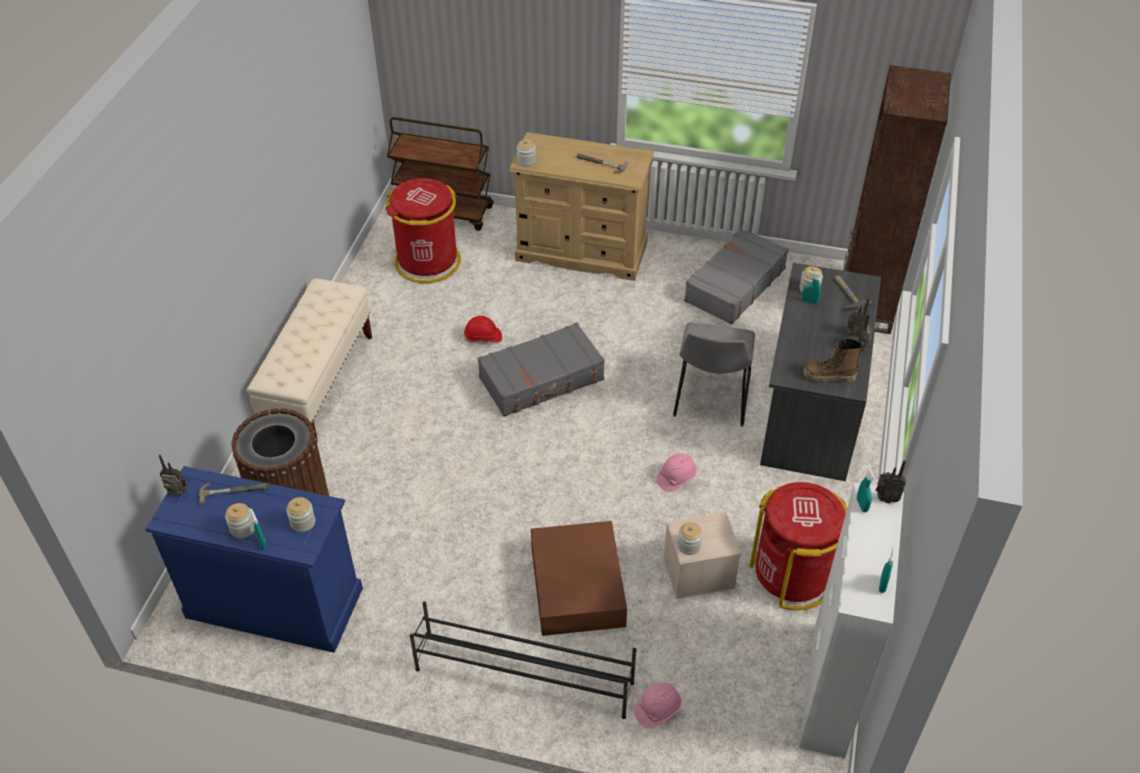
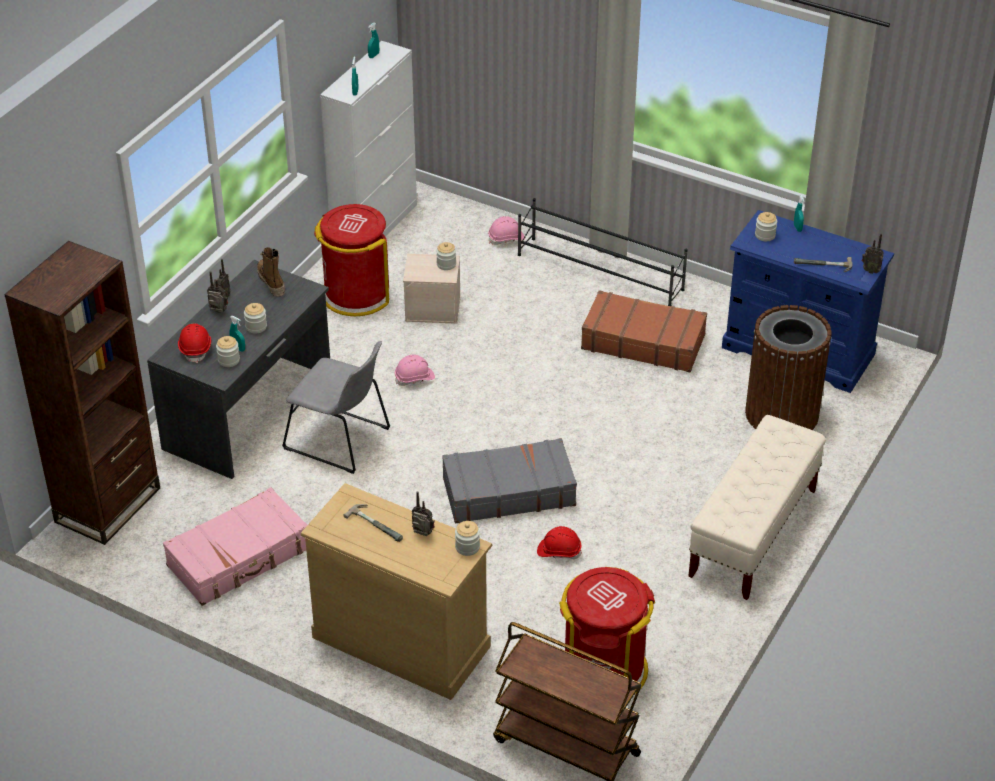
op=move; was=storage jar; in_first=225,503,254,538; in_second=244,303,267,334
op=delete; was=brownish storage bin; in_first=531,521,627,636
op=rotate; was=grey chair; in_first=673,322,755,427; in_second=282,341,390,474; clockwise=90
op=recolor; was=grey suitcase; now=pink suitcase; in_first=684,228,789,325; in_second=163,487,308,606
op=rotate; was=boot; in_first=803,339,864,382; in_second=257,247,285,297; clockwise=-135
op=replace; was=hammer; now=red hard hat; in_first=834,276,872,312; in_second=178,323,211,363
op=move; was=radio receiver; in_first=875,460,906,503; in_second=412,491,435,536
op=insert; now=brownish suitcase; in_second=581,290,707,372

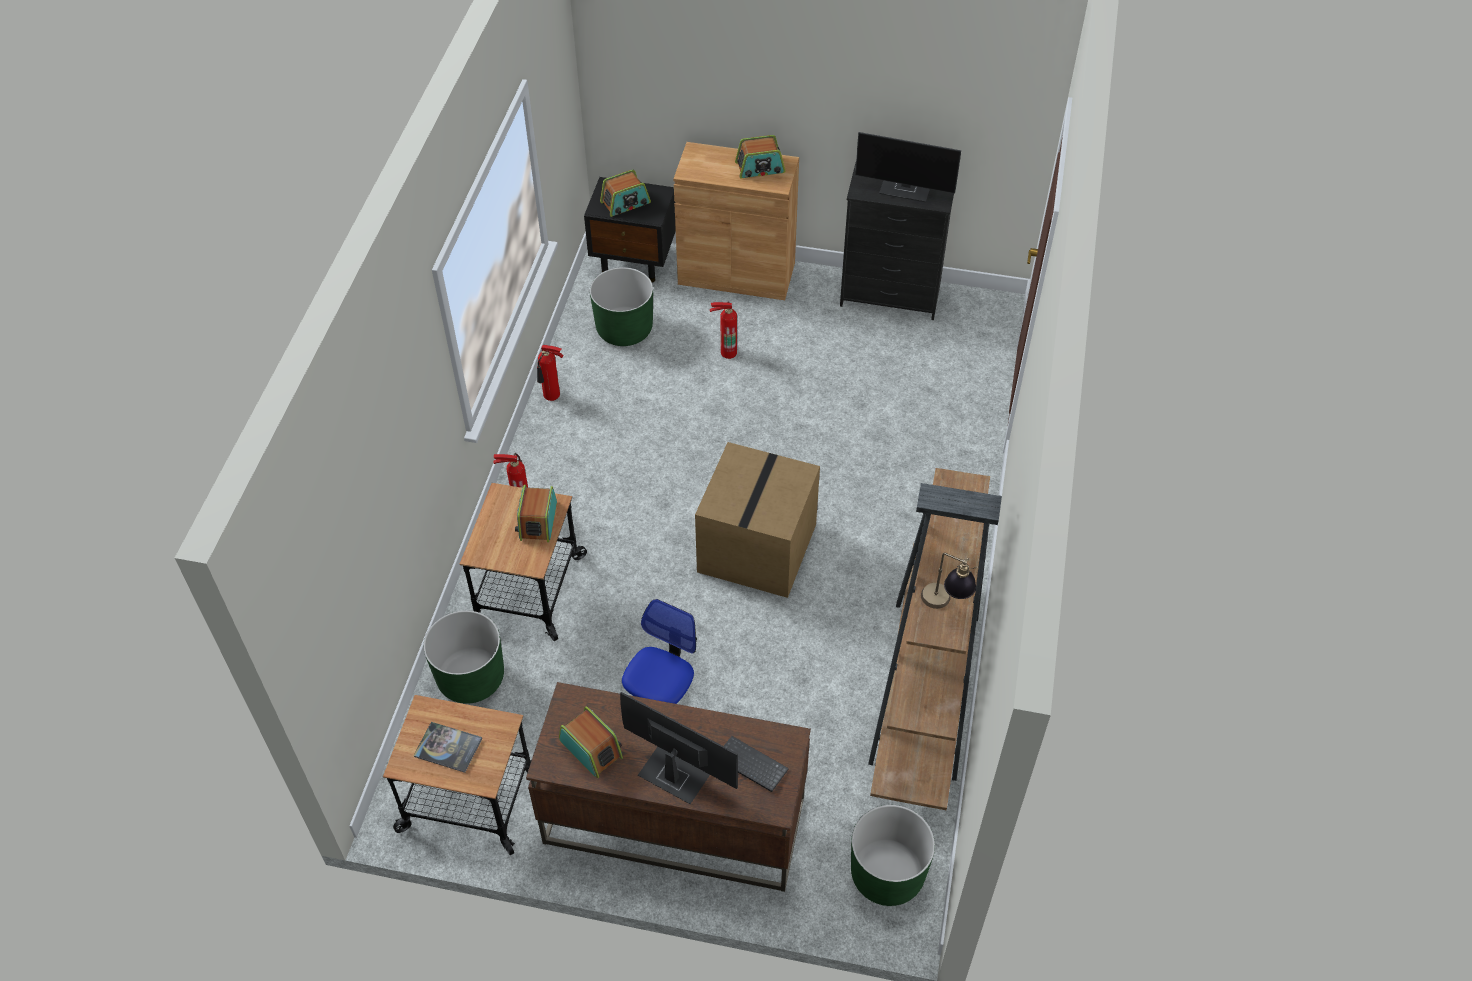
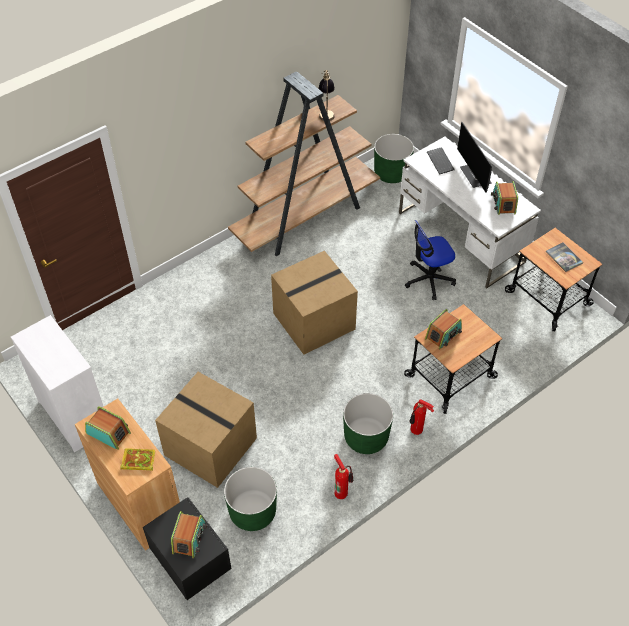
op=move; was=green plant pot; in_first=424,610,504,704; in_second=343,393,393,454
op=recolor; was=brownish desk; now=whitish desk; in_first=526,682,811,892; in_second=399,136,541,288
op=rotate; was=radio receiver; in_first=600,170,651,217; in_second=171,511,207,559; clockwise=90
op=replace; was=extinguisher; now=cardboard box; in_first=710,301,737,359; in_second=155,372,257,488
op=recolor; was=black-coloured drawer chest; now=whitish drawer chest; in_first=840,163,954,320; in_second=11,315,104,452
op=delete; was=computer display; in_first=855,132,961,202
op=insert; now=volume; in_second=121,448,155,471

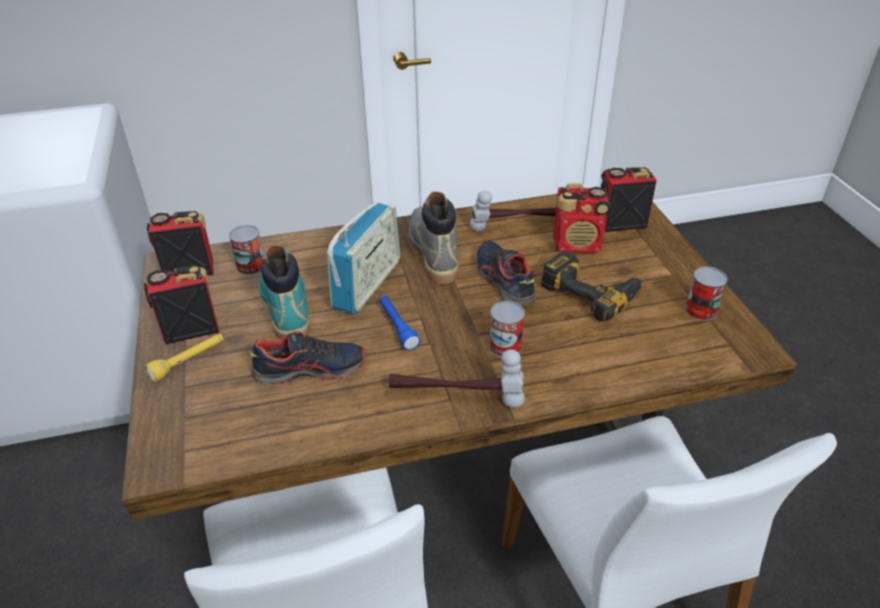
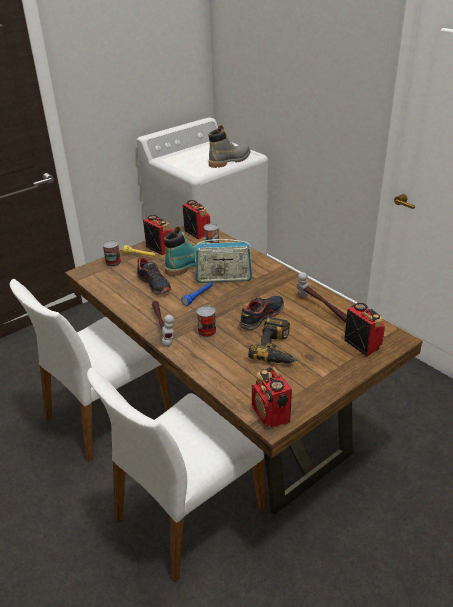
op=move; was=grey boot; in_first=409,191,458,284; in_second=209,125,250,168
op=move; was=radio receiver; in_first=553,183,611,253; in_second=252,366,292,428
op=move; was=metal can; in_first=685,267,727,321; in_second=103,240,121,267

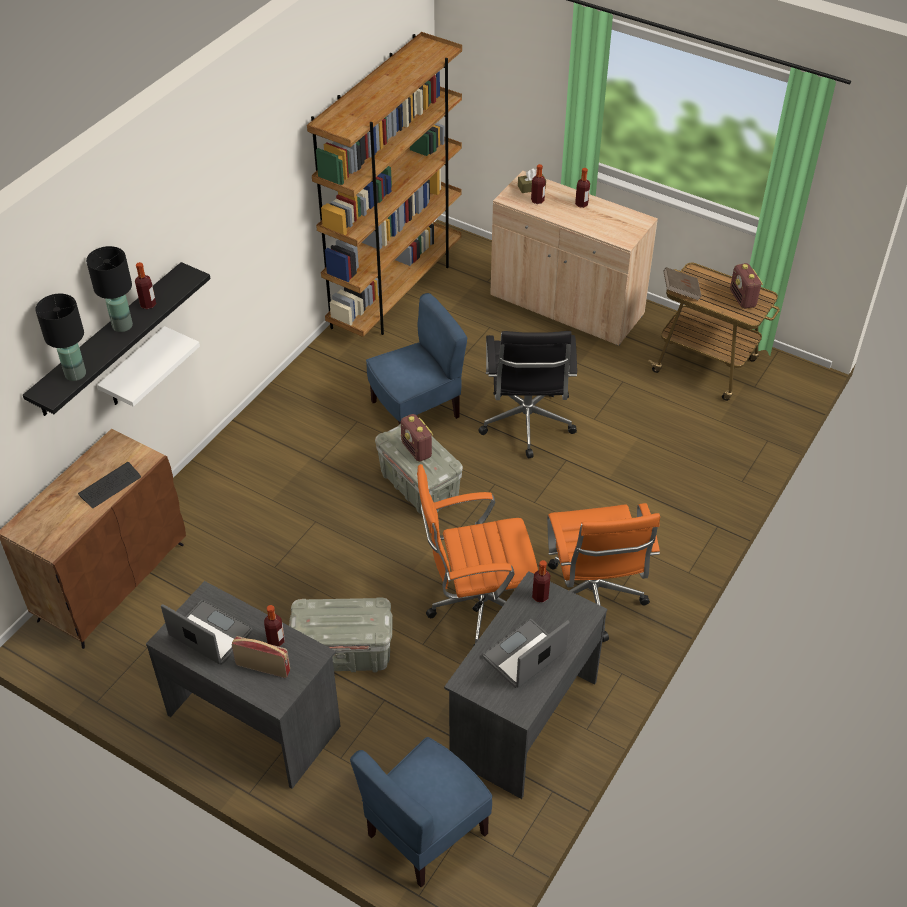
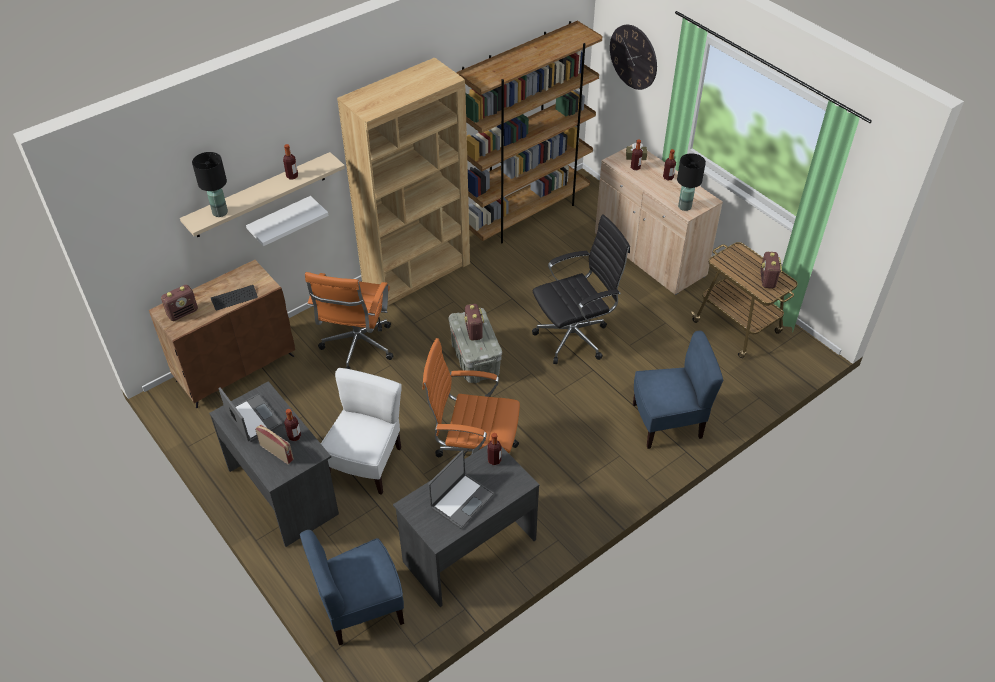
op=recolor; was=black-coloured bracket shelf; now=beige-coloured bracket shelf; in_first=23,262,211,416; in_second=180,152,345,237
op=move; was=black-coloured lamp for a table; in_first=86,246,133,332; in_second=677,153,706,211
op=replace; was=grey storage bin; now=whitish chair; in_first=289,597,393,672; in_second=321,368,402,495
op=move; was=blue-coloured chair; in_first=366,293,467,425; in_second=633,331,723,449
op=rotate; was=black-coloured office chair; in_first=478,331,577,458; in_second=532,214,630,364; clockwise=-135
op=rotate; was=laptop; in_first=482,619,570,688; in_second=428,450,494,529; clockwise=150
op=move; was=orangey office chair; in_first=547,503,660,642; in_second=305,272,393,369
op=delete; was=brownish volume; in_first=663,267,702,301
op=insert; now=radio receiver; in_second=161,285,198,321
op=insert; now=brownish shelving unit; in_second=337,57,470,306
op=insert; now=hanging clock; in_second=610,25,657,90

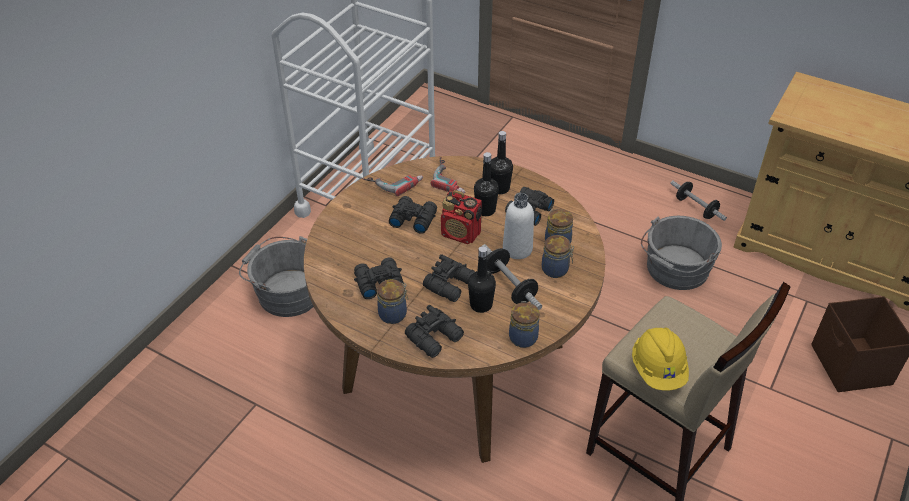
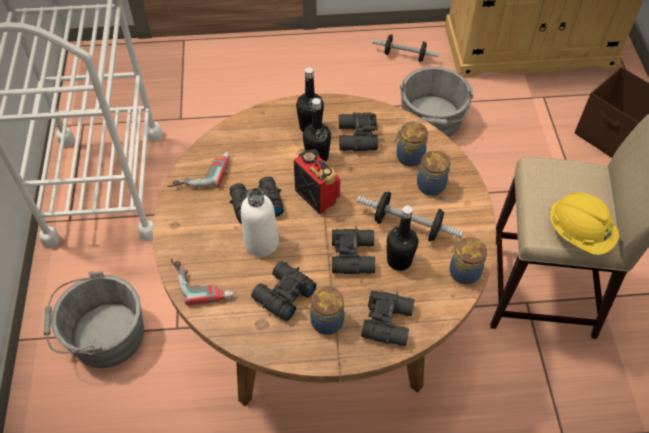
op=move; was=power drill; in_first=430,157,465,193; in_second=171,258,235,306
op=rotate; was=radio receiver; in_first=441,190,482,244; in_second=294,149,340,214; clockwise=-120
op=move; was=whitish beverage bottle; in_first=503,193,534,259; in_second=241,188,279,257

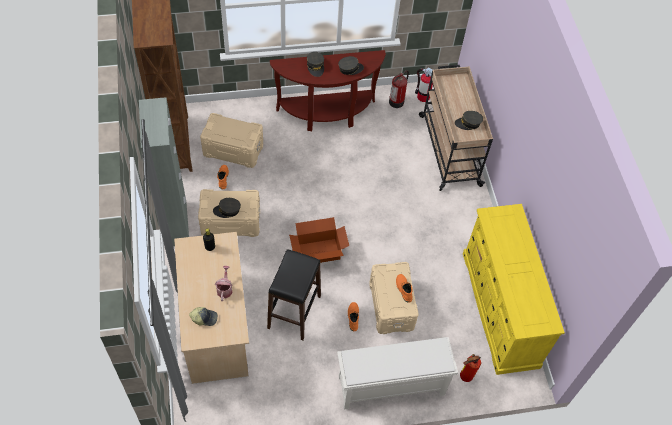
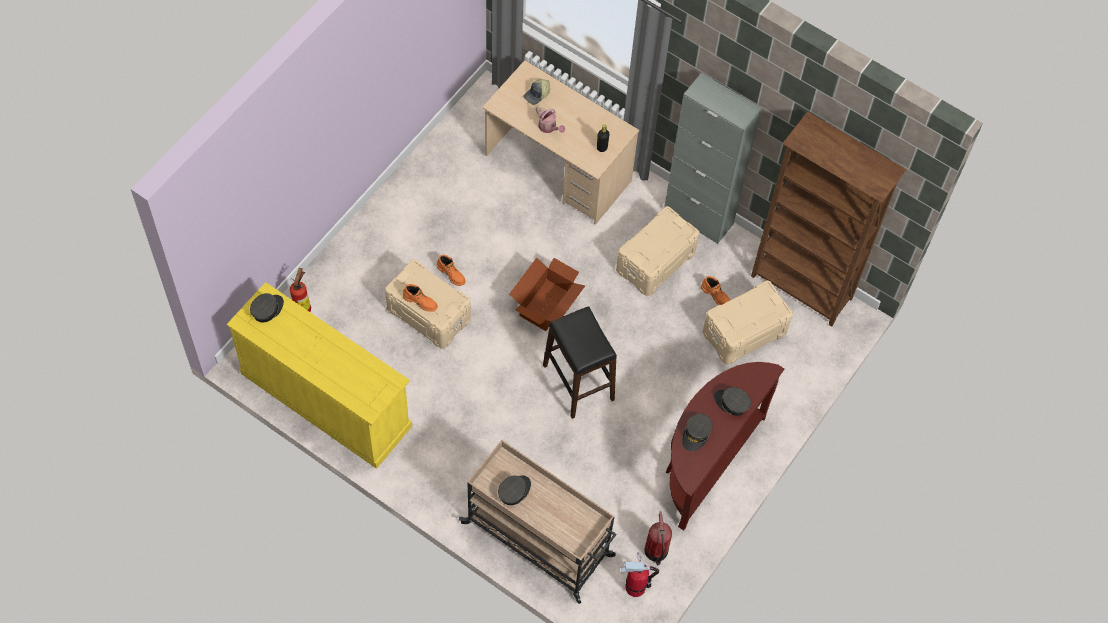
op=move; was=grey peaked cap; in_first=213,198,241,218; in_second=250,293,284,322
op=move; was=black-coloured stool; in_first=267,249,321,340; in_second=543,306,617,419
op=delete; was=whitish shoe shelf; in_first=337,337,458,409

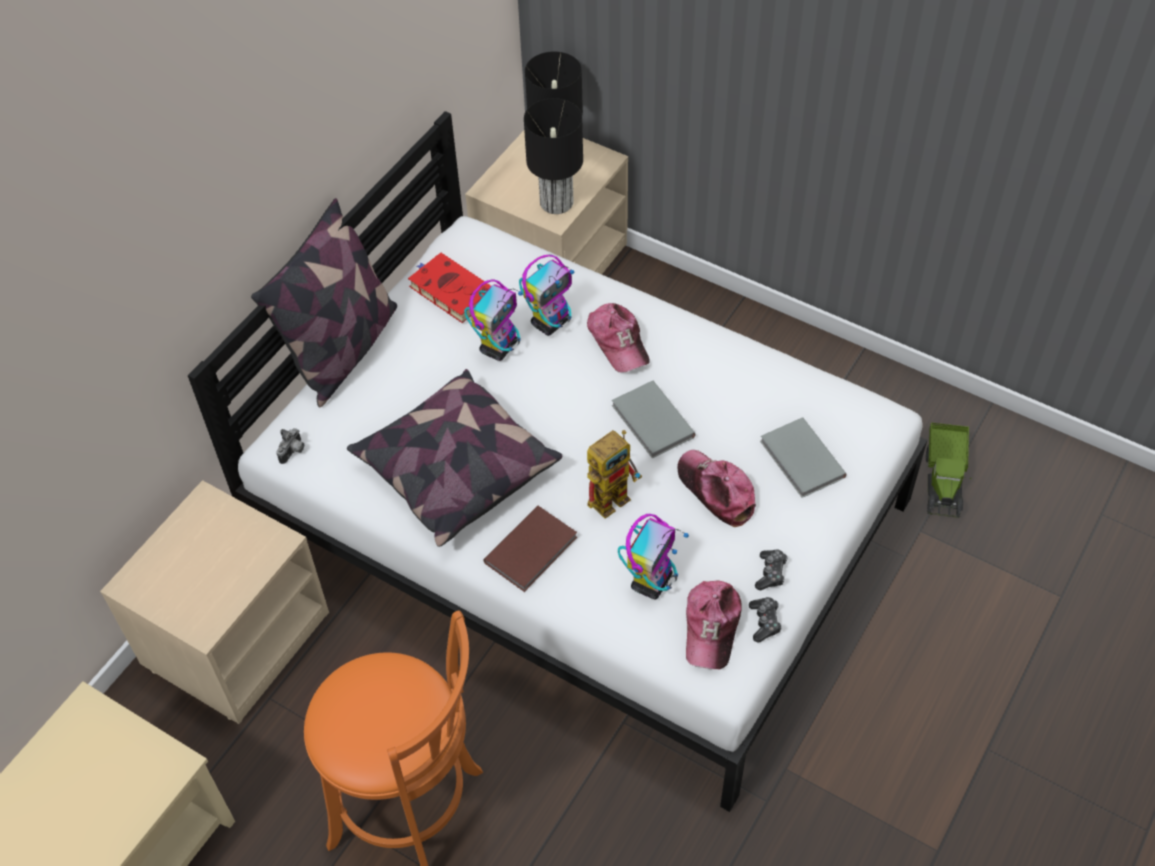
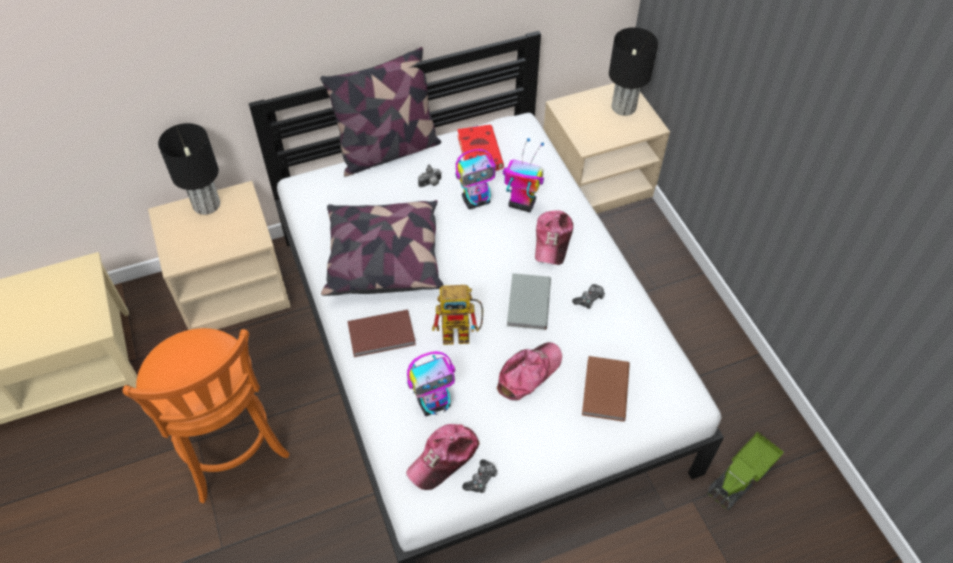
op=move; was=still camera; in_first=276,428,304,464; in_second=418,164,442,187
op=rotate; was=robot figure; in_first=519,255,574,336; in_second=503,138,544,212; clockwise=-150
op=move; was=black-coloured lamp for a table; in_first=524,98,583,214; in_second=158,123,220,215
op=rotate; was=peaked cap; in_first=677,450,756,527; in_second=497,342,562,400; clockwise=45
op=move; was=game controller; in_first=755,550,788,590; in_second=572,284,605,309
op=recolor; was=grey volume; now=brownish volume; in_first=760,417,847,498; in_second=582,356,630,421

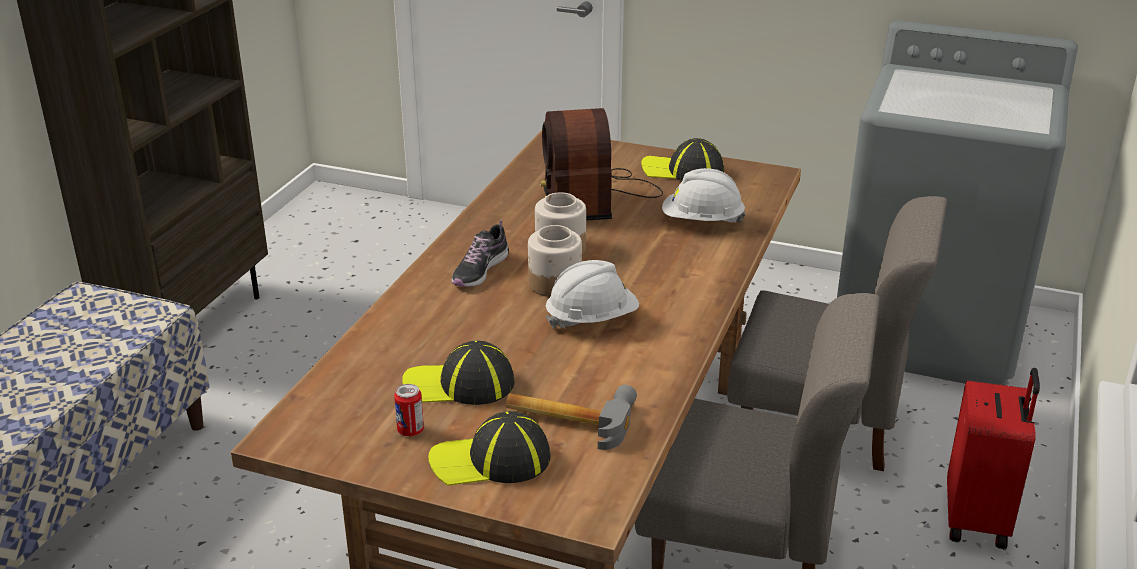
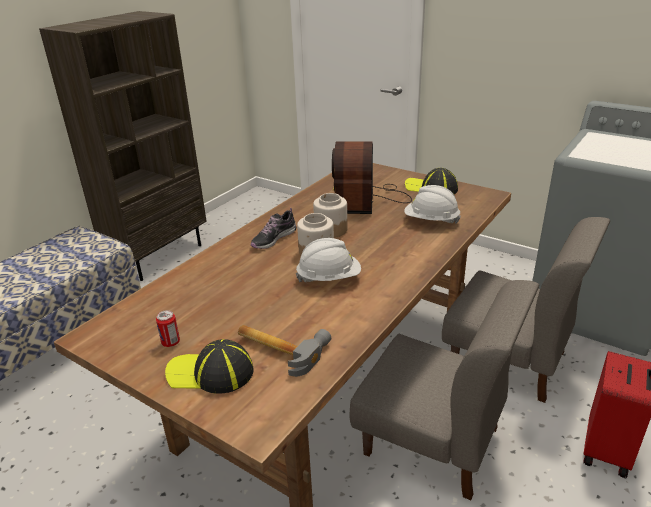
op=delete; was=peaked cap; in_first=402,341,515,405

